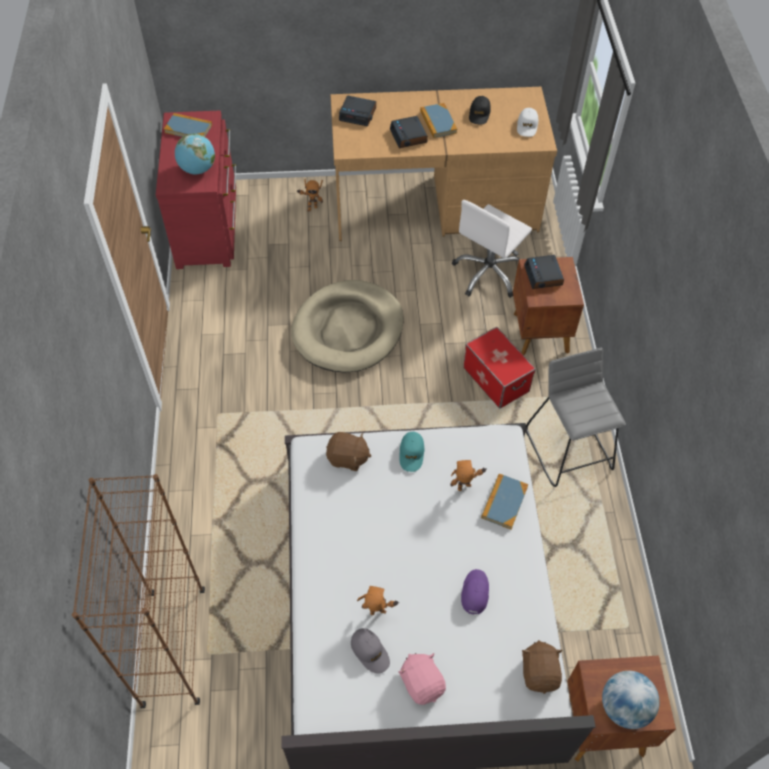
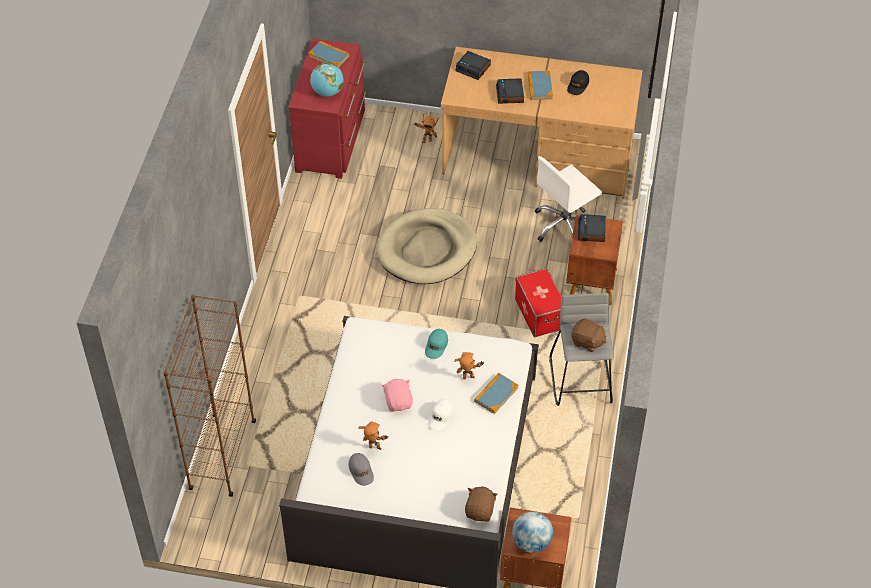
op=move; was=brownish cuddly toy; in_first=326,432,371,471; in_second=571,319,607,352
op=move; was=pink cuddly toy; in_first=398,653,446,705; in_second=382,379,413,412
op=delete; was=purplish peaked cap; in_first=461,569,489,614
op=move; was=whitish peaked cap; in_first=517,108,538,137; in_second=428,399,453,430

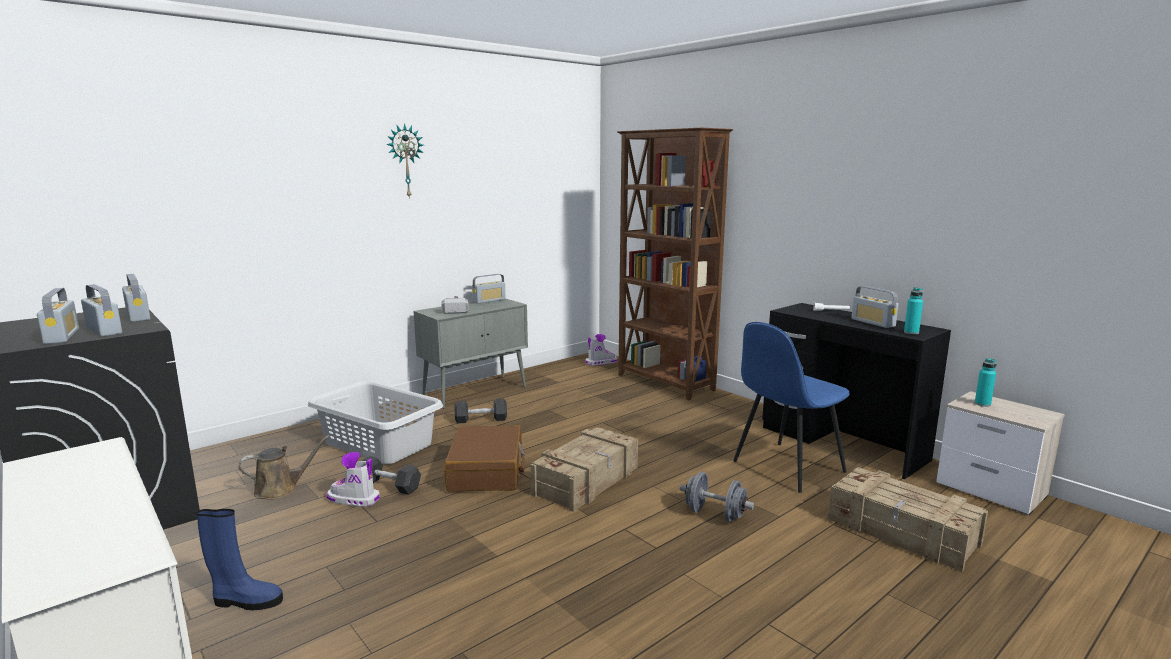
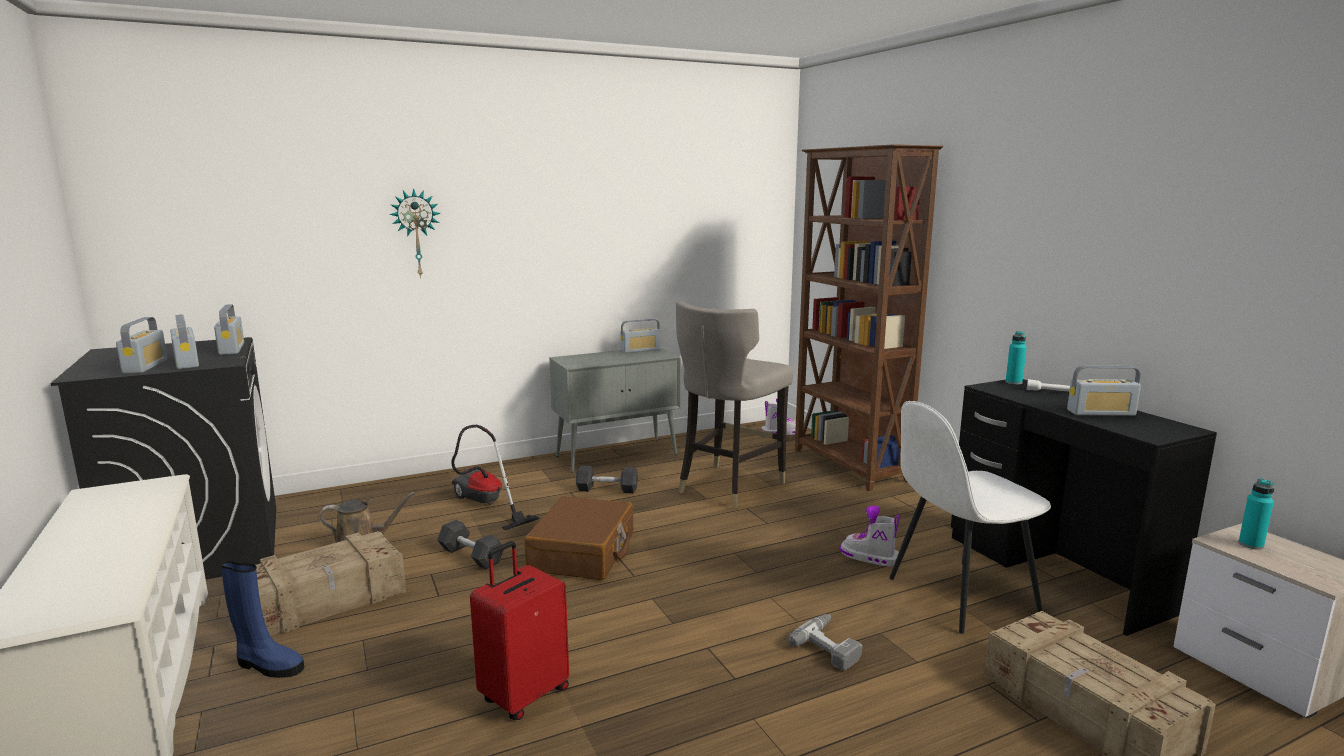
op=replace; was=grey laundry basket; now=vacuum; in_first=308,381,443,464; in_second=451,425,540,531
op=move; was=boot; in_first=326,452,380,507; in_second=840,506,900,567
op=move; was=hanging clock; in_first=386,123,423,199; in_second=390,188,441,278
op=delete; was=hammer; in_first=442,296,469,314
op=move; was=crate; in_first=530,427,638,512; in_second=256,531,406,636
op=replace; was=grey dumbbell; now=power drill; in_first=680,472,754,522; in_second=788,614,862,671
op=recolor; was=blue-coloured chair; now=whitish chair; in_first=733,322,850,493; in_second=889,401,1051,634
op=rotate; was=radio receiver; in_first=851,286,899,328; in_second=1067,366,1141,416; clockwise=-75
op=move; was=blue-green beverage bottle; in_first=904,287,923,334; in_second=1006,331,1027,385
op=insert; now=red suitcase; in_second=470,541,569,720
op=insert; now=grey stool; in_second=676,301,793,509

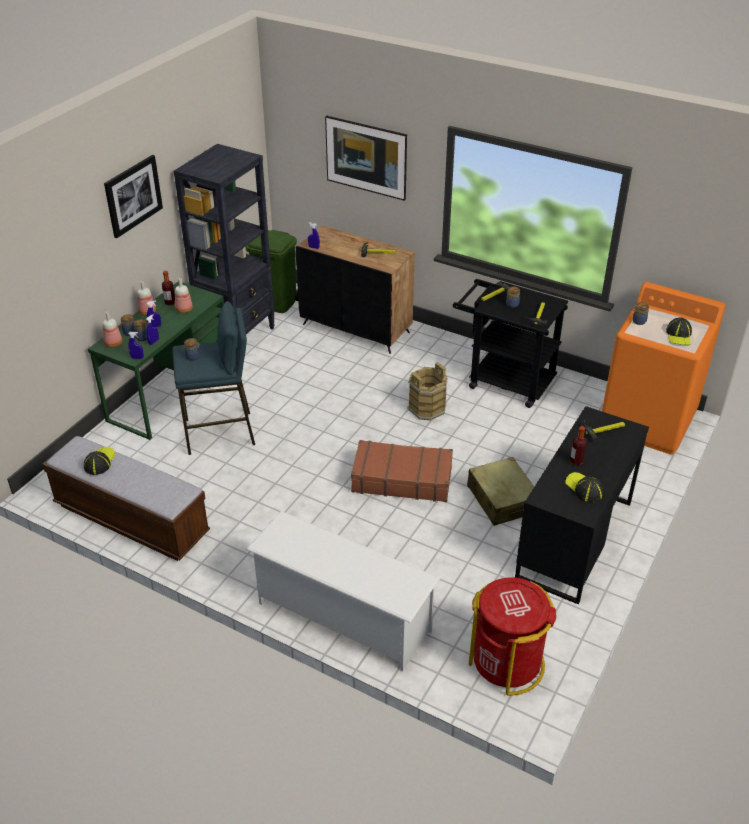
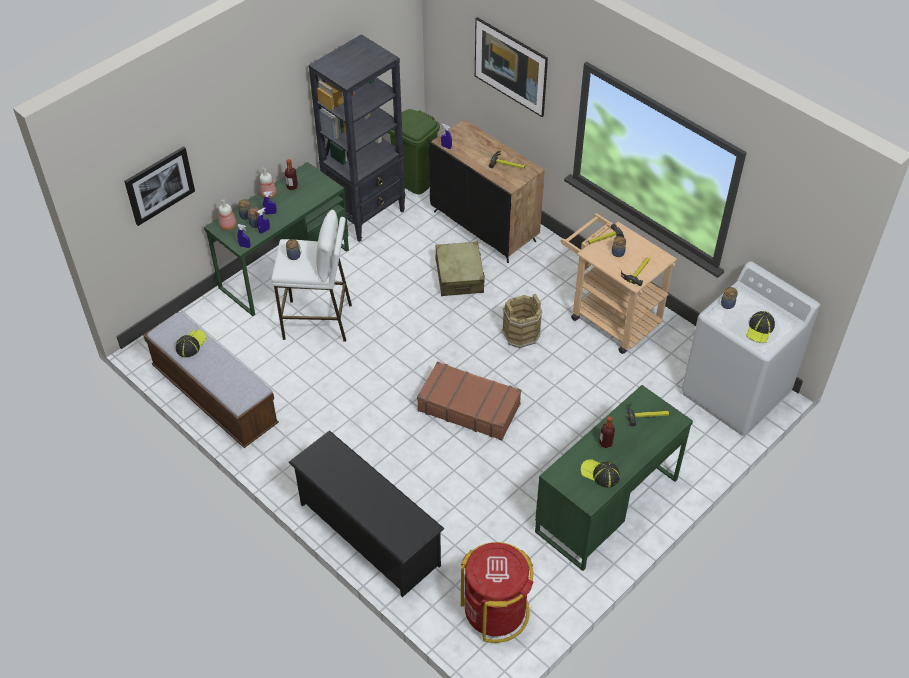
op=move; was=wall art; in_first=104,155,163,238; in_second=124,146,195,226
op=recolor; was=blue-coloured stool; now=whitish stool; in_first=172,301,255,455; in_second=271,210,352,342
op=delete; was=beverage bottle; in_first=175,278,193,313
op=recolor; was=whitish shoe shelf; now=black-coloured shoe shelf; in_first=246,511,440,671; in_second=288,430,444,597
op=recolor; was=black-coloured cart; now=beige-coloured cart; in_first=453,279,568,408; in_second=561,213,677,354
op=move; was=beige-coloured suitcase; in_first=467,457,534,526; in_second=435,242,485,296
op=recolor; was=black-coloured desk; now=green desk; in_first=515,406,649,605; in_second=535,385,693,571
op=rotate; was=peaked cap; in_first=565,472,604,503; in_second=581,460,620,488; clockwise=-45
op=recolor; was=orangey laundry appliance; now=whitish laundry appliance; in_first=602,282,726,455; in_second=682,261,820,436

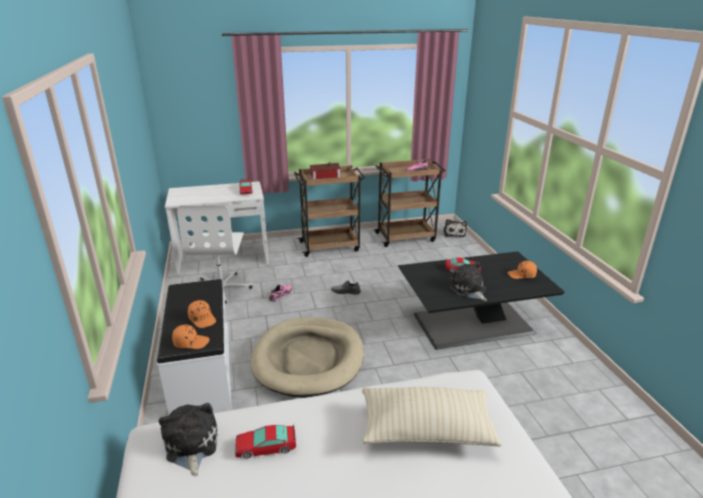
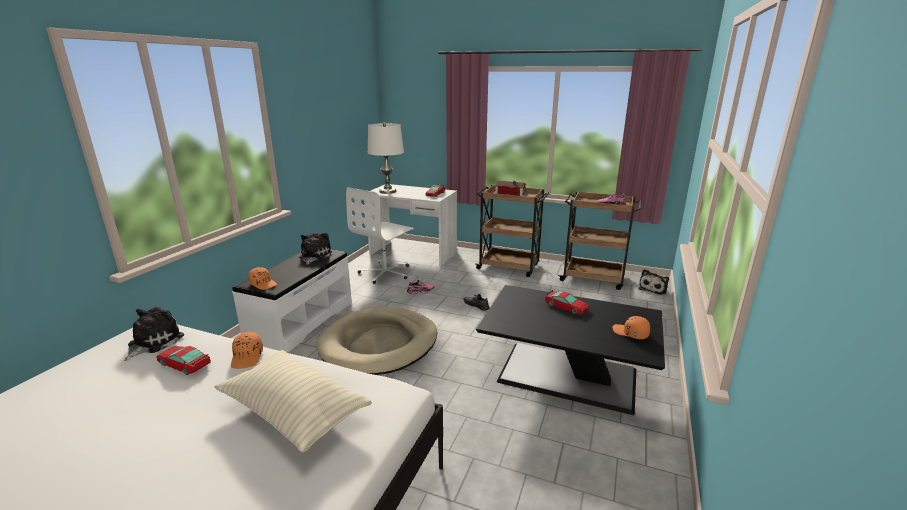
op=move; was=orangey peaked cap; in_first=188,300,216,328; in_second=231,332,263,369
op=move; was=cuddly toy; in_first=450,262,487,301; in_second=299,233,332,265
op=insert; now=whitish lamp for a table; in_second=368,122,404,194

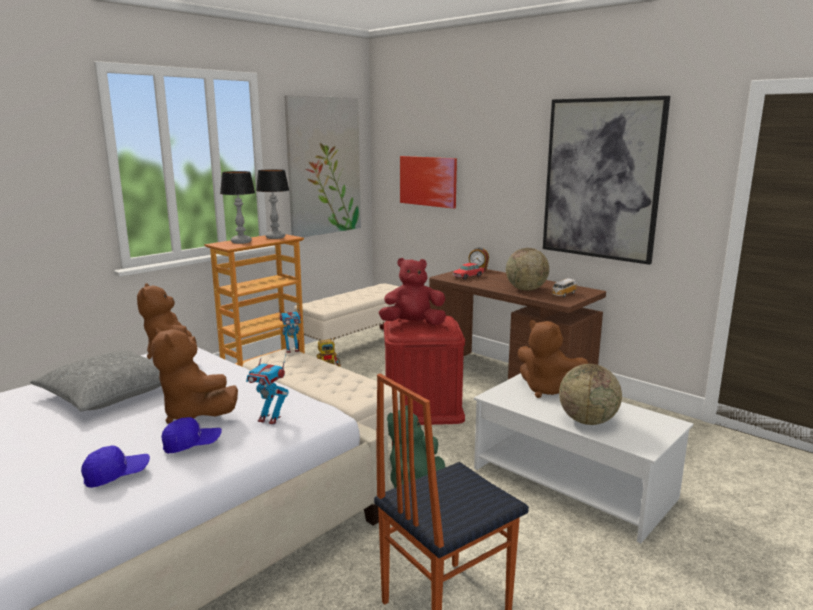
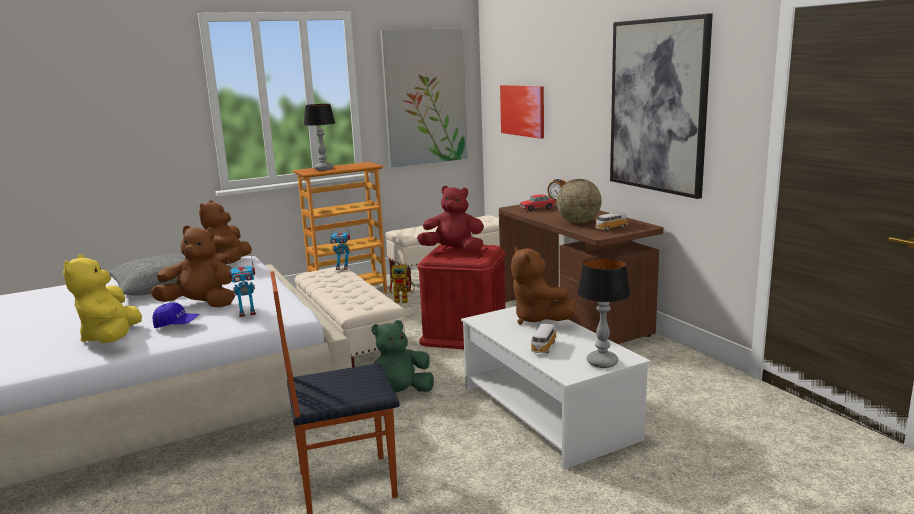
op=replace; was=blue-coloured peaked cap; now=yellow cuddly toy; in_first=81,445,150,488; in_second=63,254,142,343
op=rotate; was=brownish cuddly toy; in_first=151,328,238,424; in_second=151,225,235,308; clockwise=120
op=rotate; was=robot figure; in_first=246,350,289,425; in_second=228,255,256,317; clockwise=-60
op=move; was=lamp for a table; in_first=256,169,289,239; in_second=577,257,630,368
op=replace; was=world globe; now=miniature car; in_first=559,364,622,425; in_second=530,324,557,353

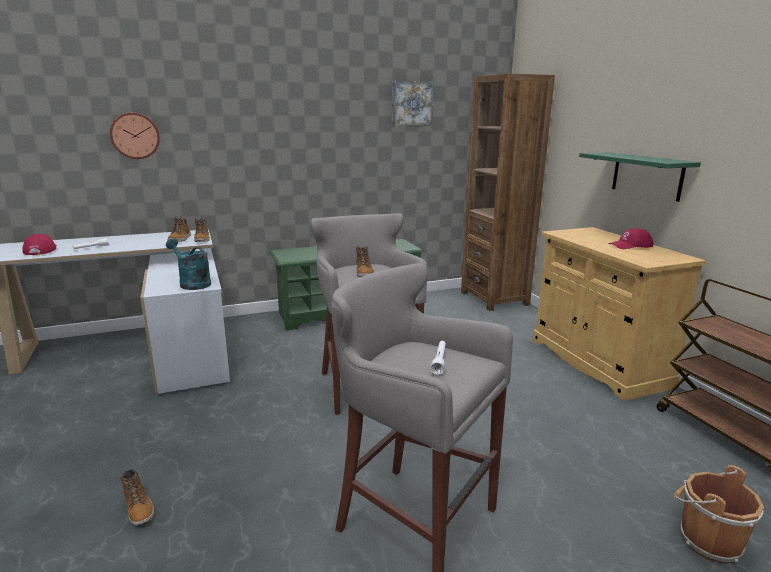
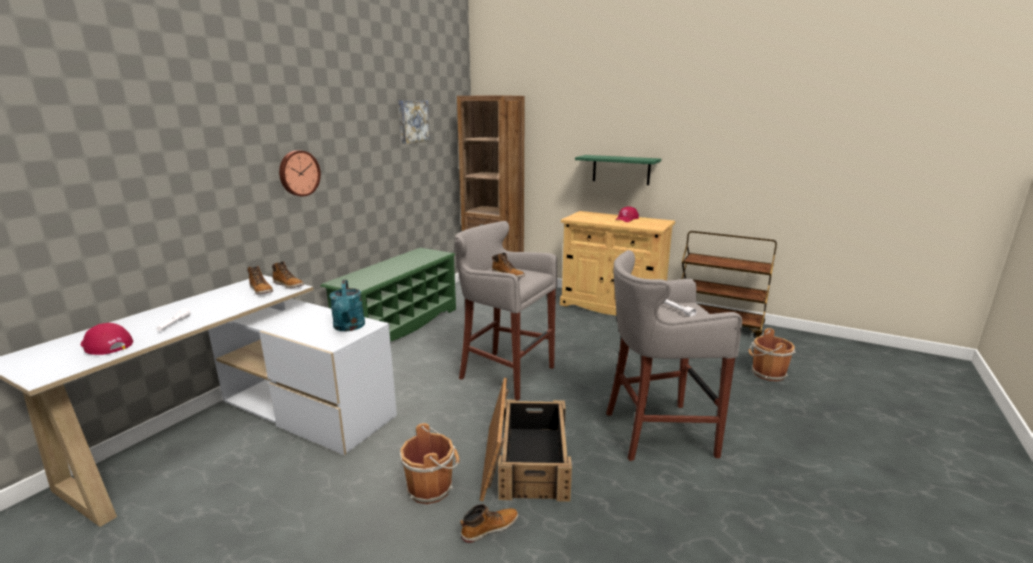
op=move; was=hanging clock; in_first=110,112,160,159; in_second=279,150,321,196
op=rotate; was=boot; in_first=121,469,154,525; in_second=460,504,518,543; clockwise=-45
op=rotate; was=blue-green sprinkling can; in_first=166,238,211,290; in_second=329,280,365,331; clockwise=-105
op=insert; now=brownish bucket; in_second=400,423,459,504
op=insert; now=crate; in_second=479,378,572,502

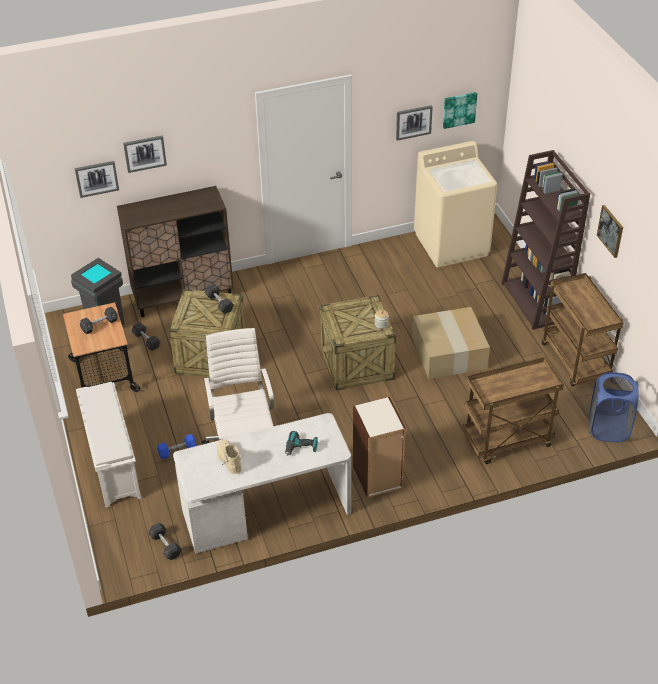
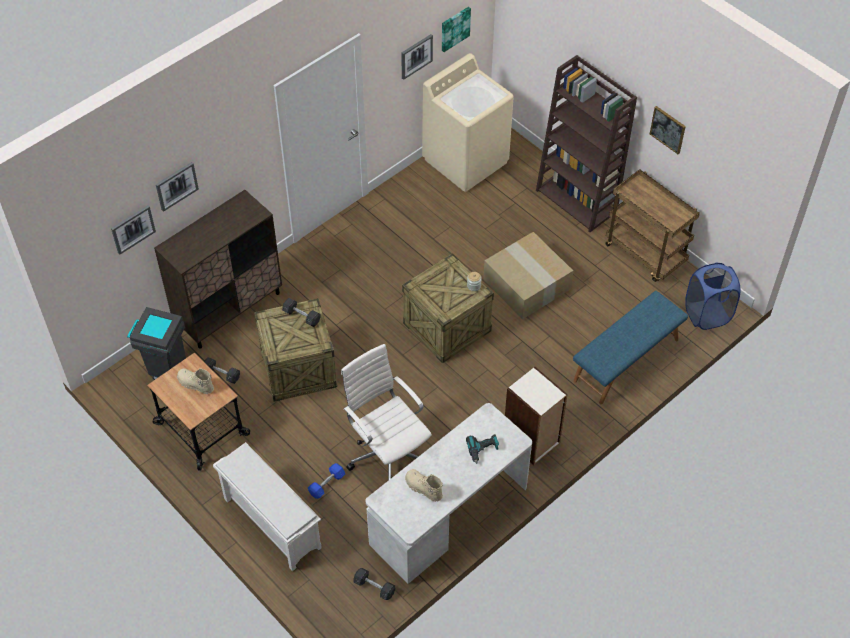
op=replace; was=black-coloured dumbbell; now=beige-coloured boot; in_first=80,307,118,334; in_second=177,368,214,394
op=replace; was=brownish cart; now=blue-coloured indoor bench; in_first=462,357,564,464; in_second=573,291,688,404

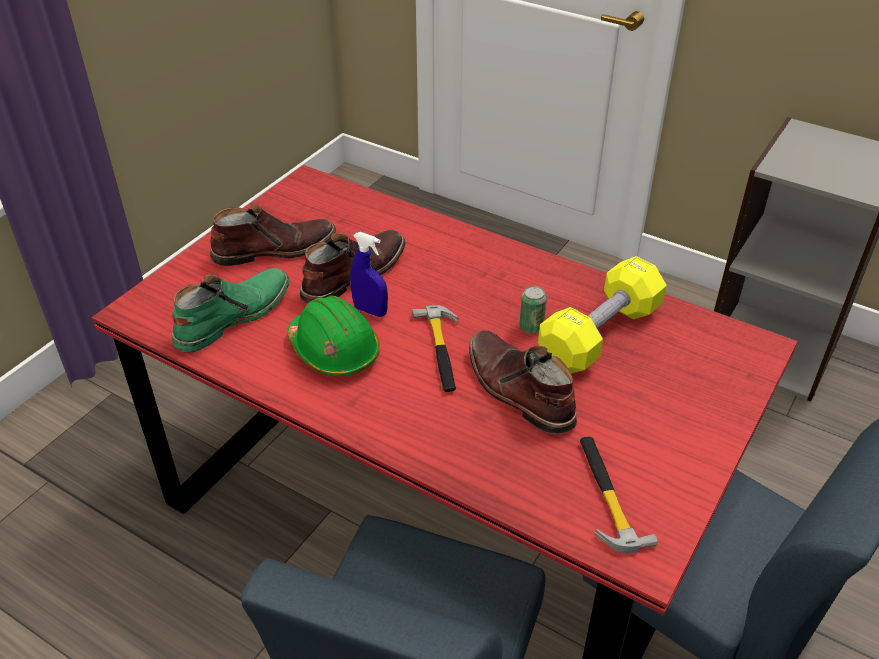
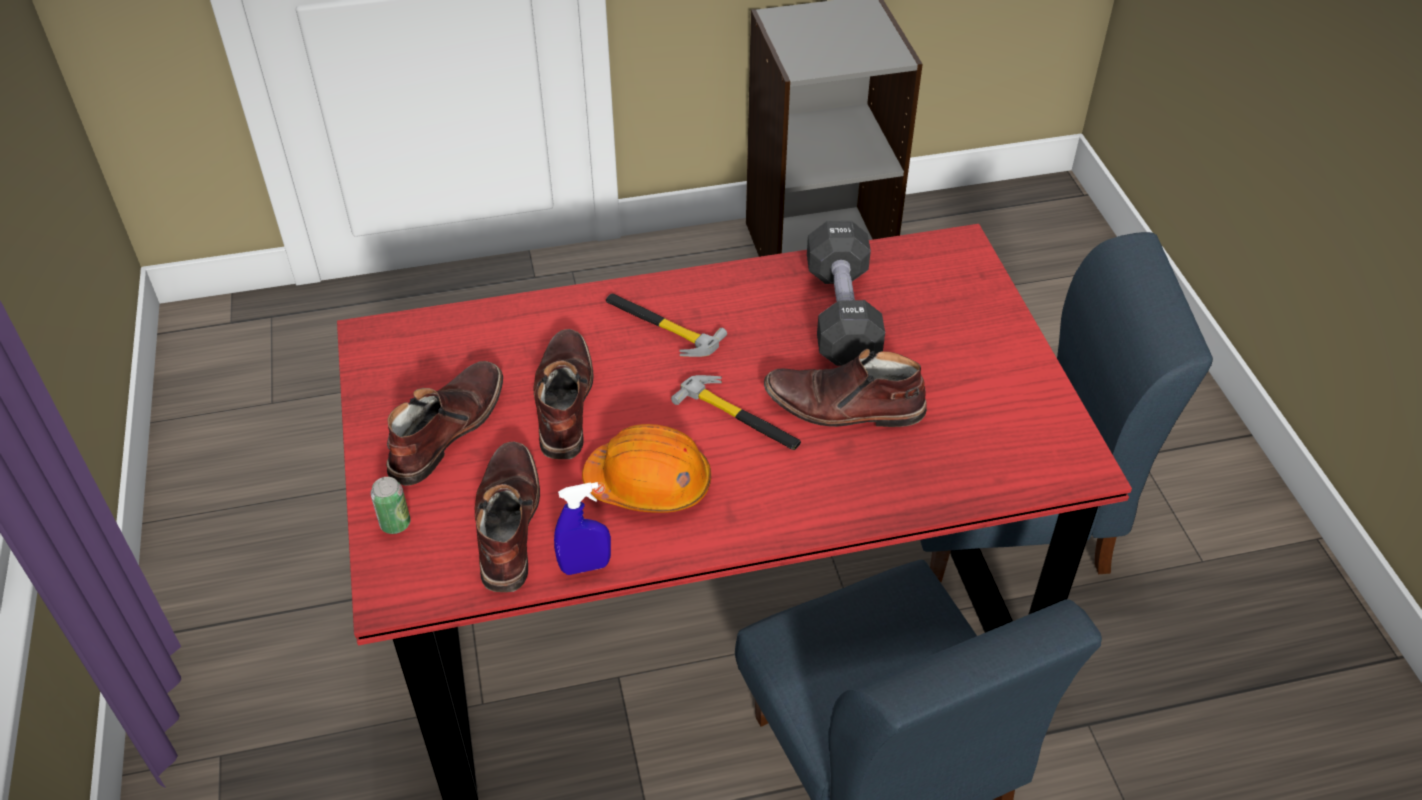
op=recolor; was=green boot; now=brownish boot; in_first=172,268,290,353; in_second=475,442,540,592
op=recolor; was=green hard hat; now=orangey hard hat; in_first=287,296,380,376; in_second=582,424,711,513
op=move; was=blue-coloured sprayer; in_first=350,232,388,317; in_second=554,482,611,575
op=move; was=metal can; in_first=519,286,547,334; in_second=371,477,411,534
op=recolor; was=yellow dumbbell; now=black-coloured dumbbell; in_first=538,256,667,374; in_second=807,221,885,366
op=move; was=hammer; in_first=580,436,658,553; in_second=606,294,727,357

